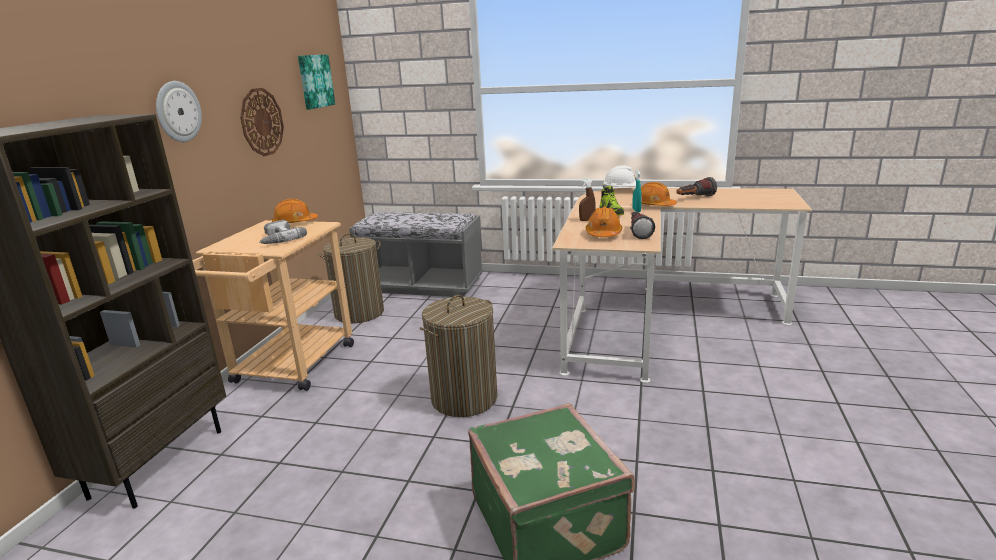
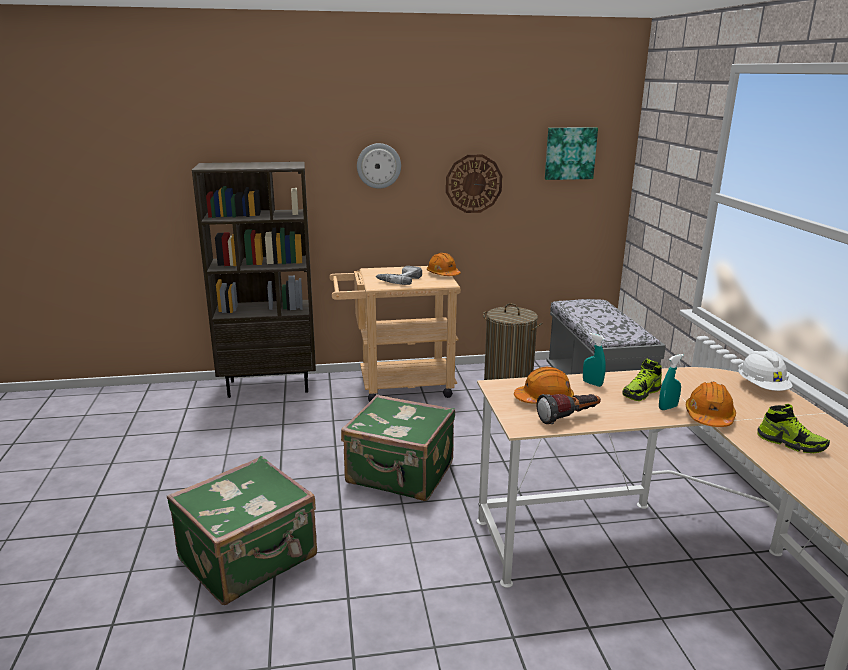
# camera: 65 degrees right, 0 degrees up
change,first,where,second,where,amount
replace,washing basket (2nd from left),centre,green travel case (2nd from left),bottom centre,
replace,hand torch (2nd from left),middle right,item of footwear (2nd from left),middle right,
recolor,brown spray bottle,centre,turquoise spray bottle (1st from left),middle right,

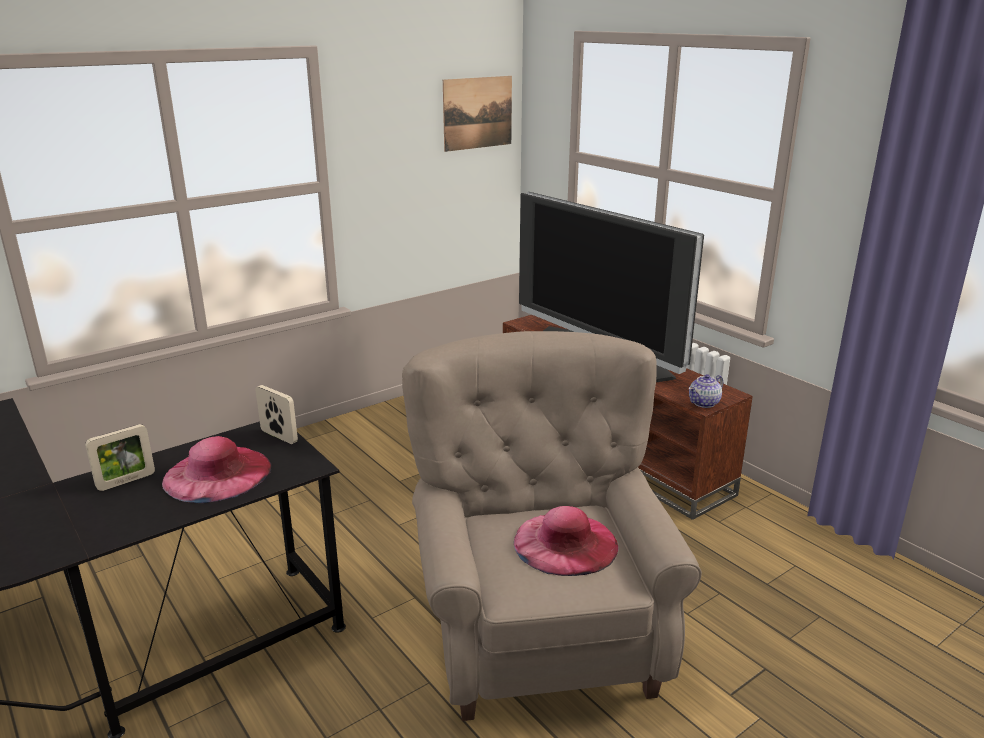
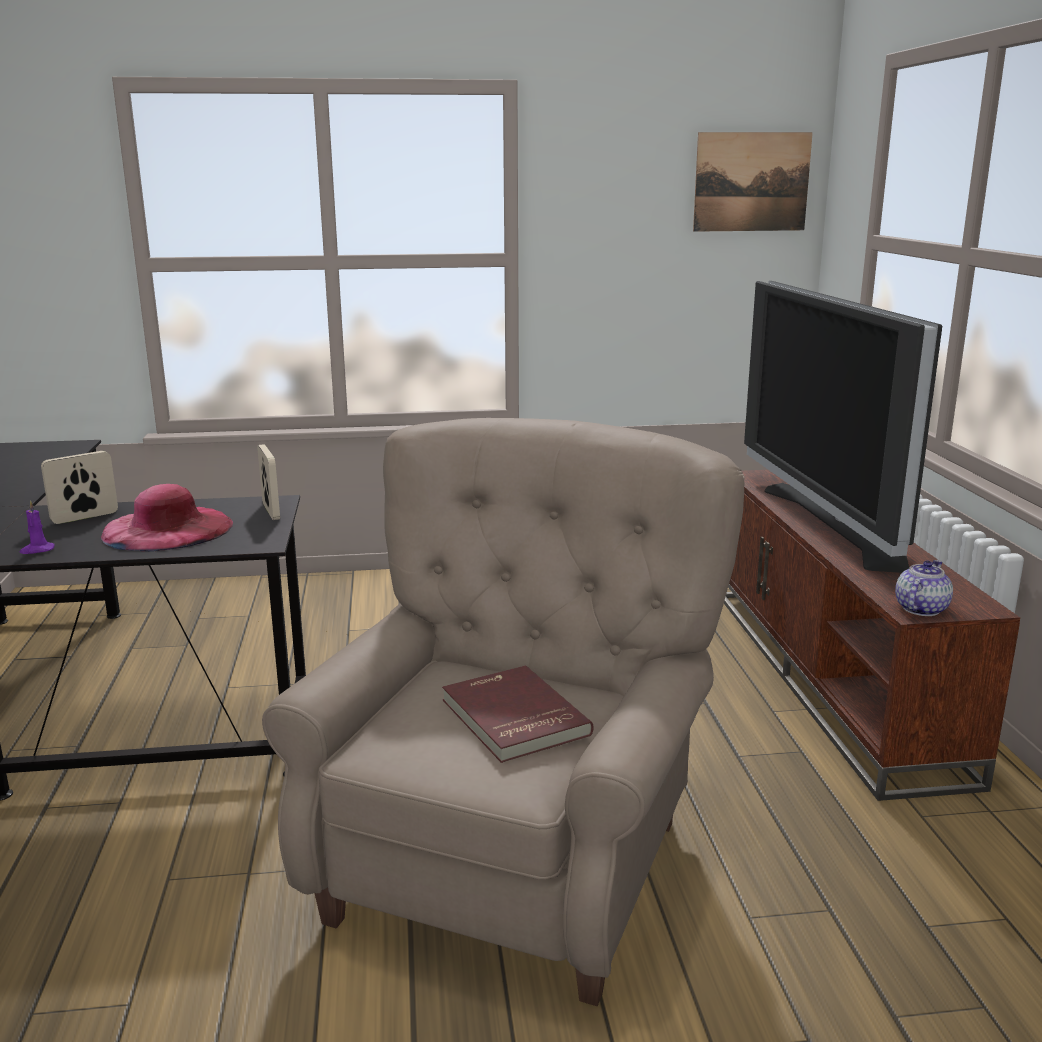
# camera: 30 degrees right, 5 degrees down
change,first,where,second,where,amount
insert,,,purple-coloured wax candle,middle left,
replace,pink wearable hat (2nd from left),bottom centre,reddish book,bottom centre,
rotate,photo frame (1st from left),middle left,,middle left,150 degrees clockwise
rotate,pot for tea,middle right,,middle right,135 degrees clockwise

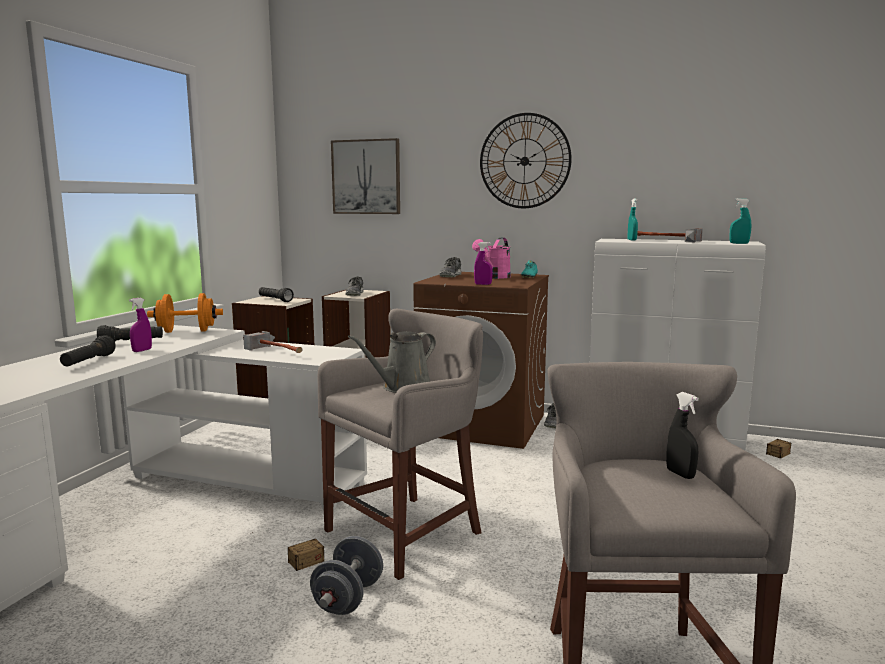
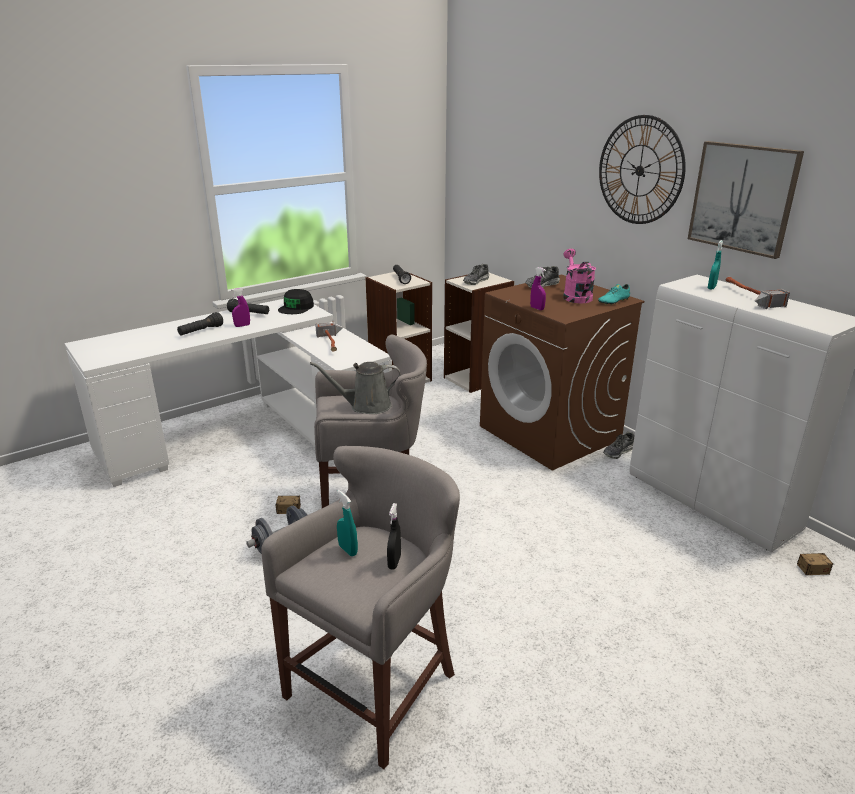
# camera: 35 degrees right, 15 degrees up
change,first,where,second,where,amount
move,wall art,top centre,,top right,
move,turquoise spray bottle (2nd from left in the first image),top right,turquoise spray bottle (1st from left),centre,
replace,orange dumbbell,middle left,blackish baseball cap,centre,
rotate,pink watering pot,centre,,middle right,105 degrees clockwise

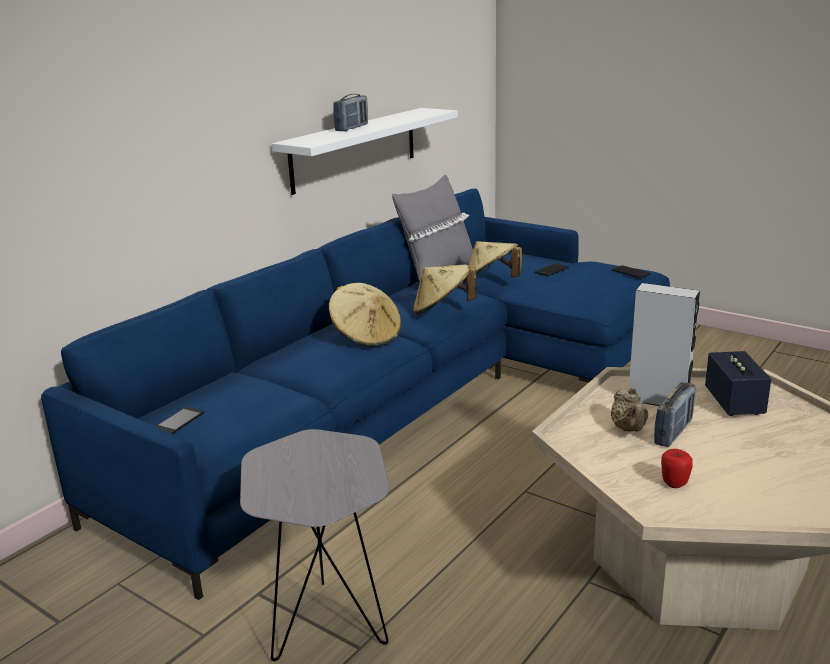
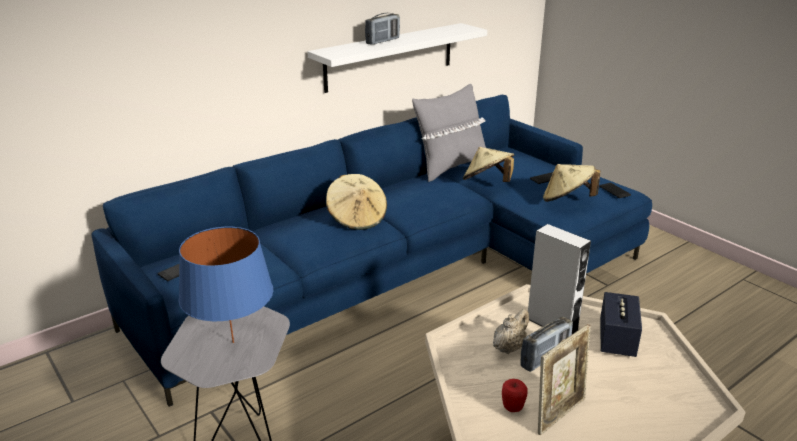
# camera: 15 degrees right, 5 degrees up
change,first,where,second,where,amount
insert,,,blue-coloured lamp for a table,middle left,
insert,,,photo frame,bottom right,
move,beige wearable hat (2nd from left in the first image),centre,beige wearable hat (3rd from left),middle right,
rotate,beige pot for tea,middle right,,bottom centre,150 degrees counterclockwise

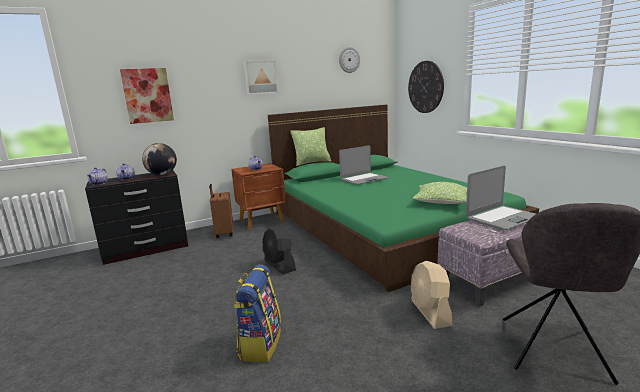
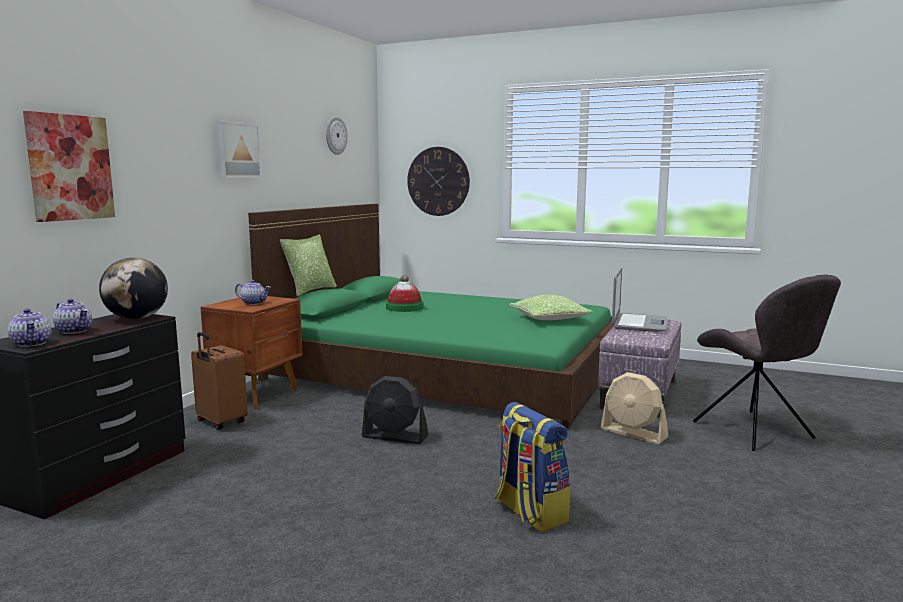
# camera: 40 degrees left, 5 degrees down
change,first,where,second,where,amount
replace,laptop (1st from left),centre,wearable hat,centre,

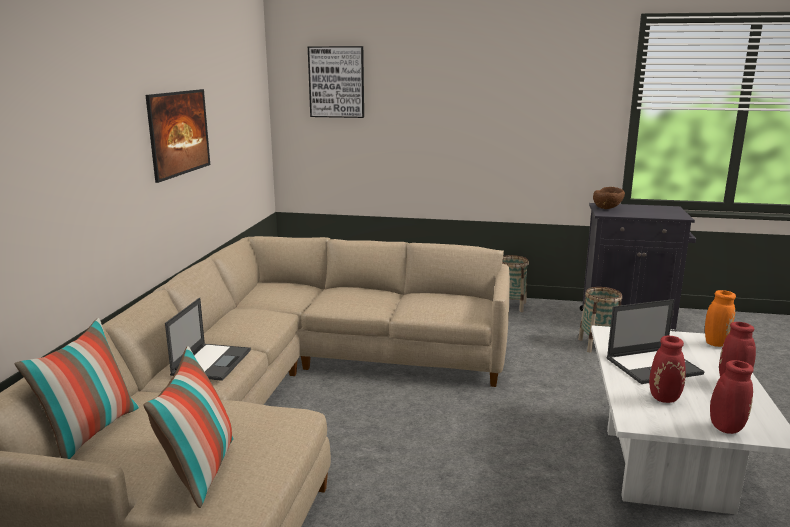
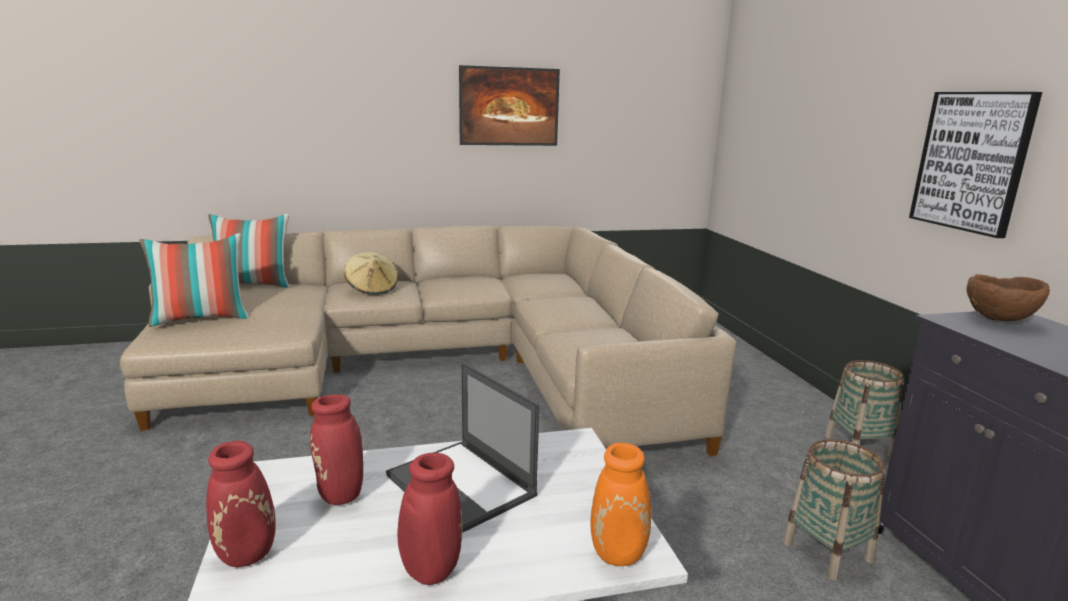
# camera: 65 degrees right, 0 degrees up
change,first,where,second,where,amount
move,wall art (2nd from left),top centre,,top right,
replace,laptop (1st from left),middle left,beige wearable hat,centre,

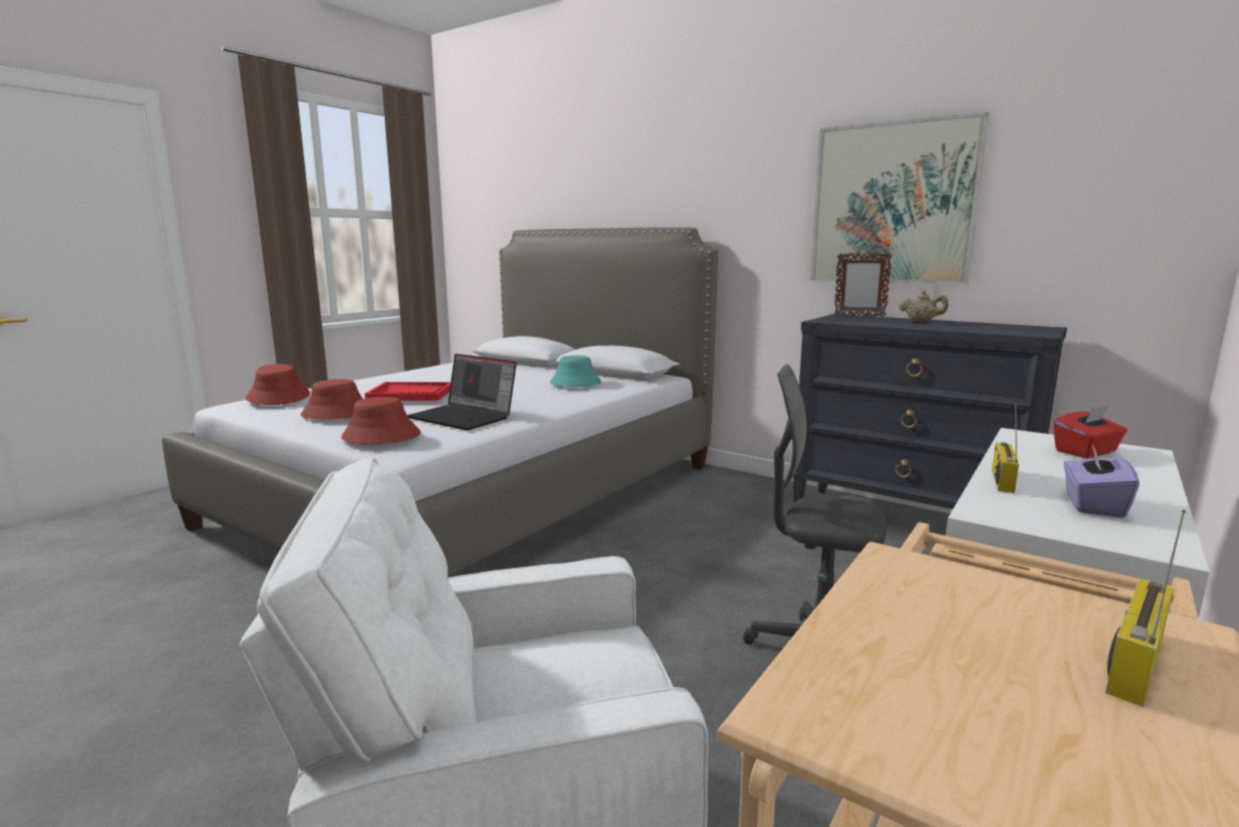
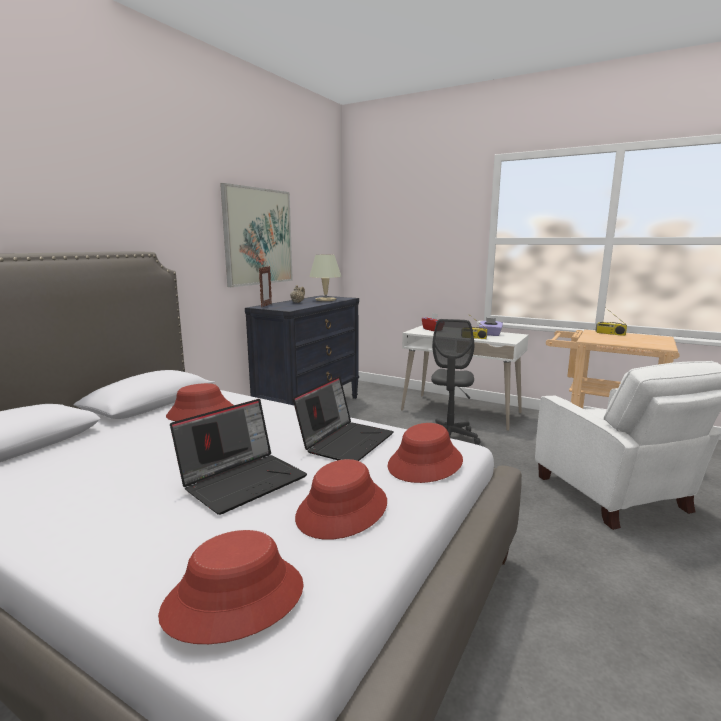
# camera: 95 degrees left, 0 degrees up
change,first,where,second,where,amount
insert,,,beige lamp for a table,centre,
replace,reddish carrying tray,middle left,laptop (1st from left),middle left,
recolor,turquoise wearable hat,centre,reddish wearable hat (1st from left),middle left,

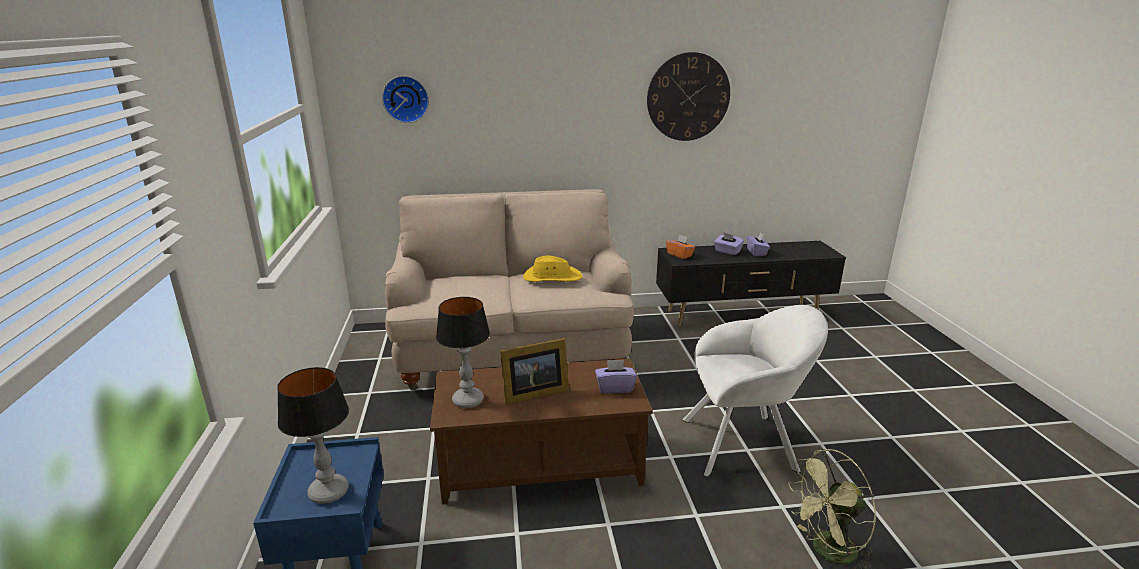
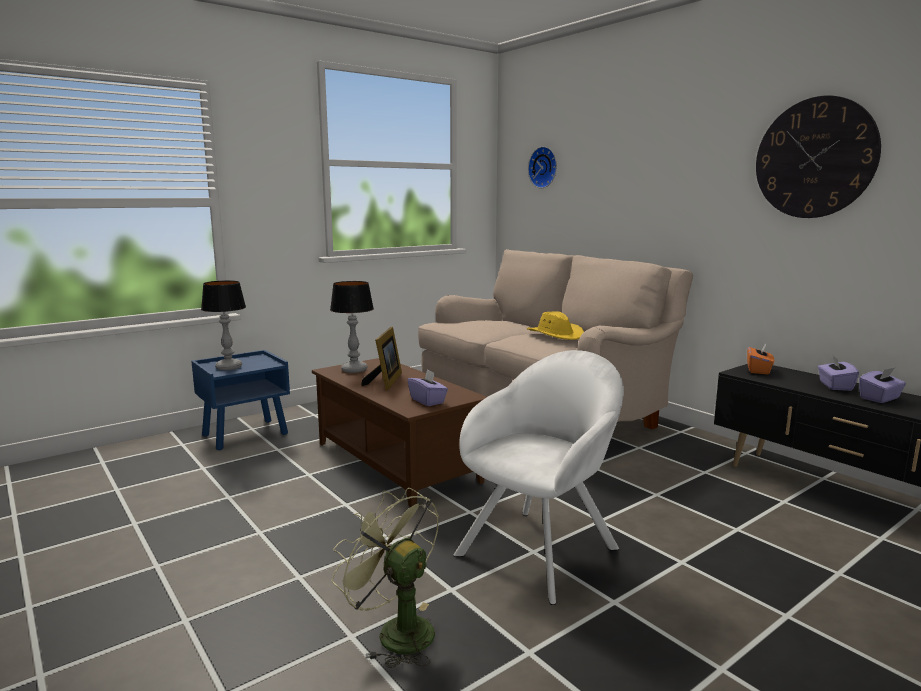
# camera: 60 degrees right, 10 degrees down
change,first,where,second,where,amount
rotate,photo frame,centre,,centre,120 degrees counterclockwise
rotate,whitish armchair,bottom centre,,bottom centre,105 degrees counterclockwise

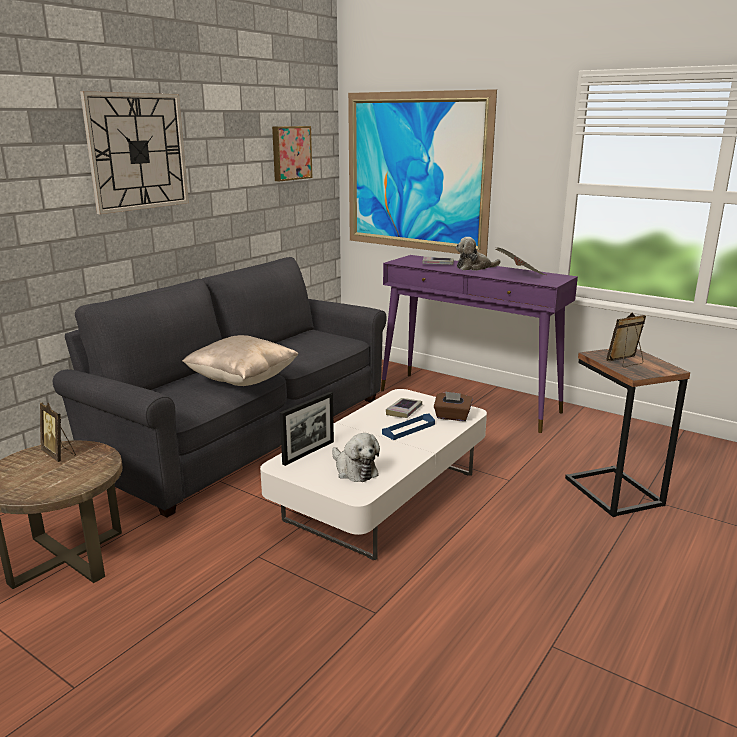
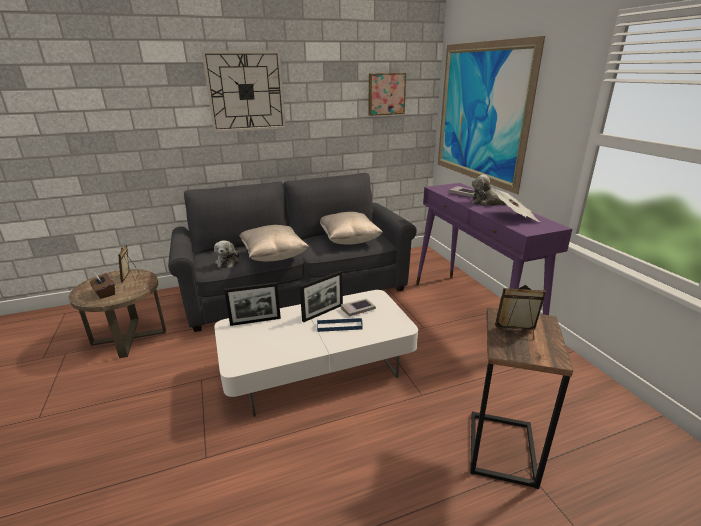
# camera: 35 degrees right, 5 degrees up
change,first,where,second,where,amount
insert,,,photo frame (3rd from left),centre,
insert,,,beige cushion (2nd from left),centre,
move,soft toy (1st from left),centre,,middle left,
move,brown tissue box,centre,,middle left,

